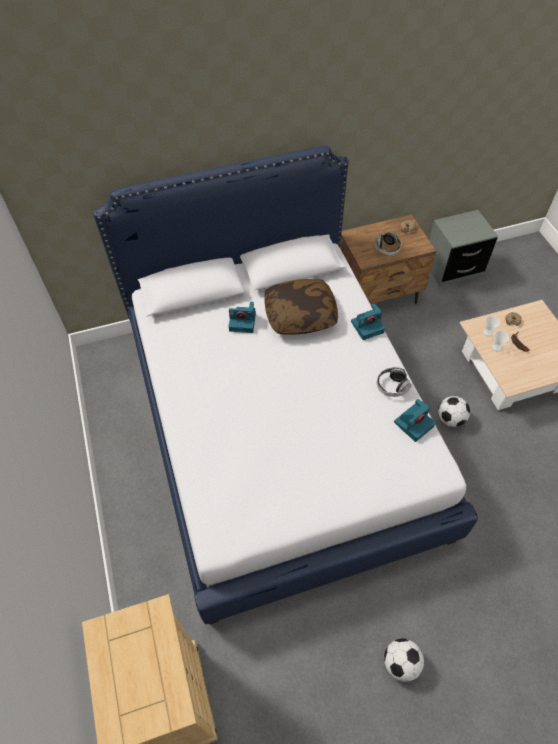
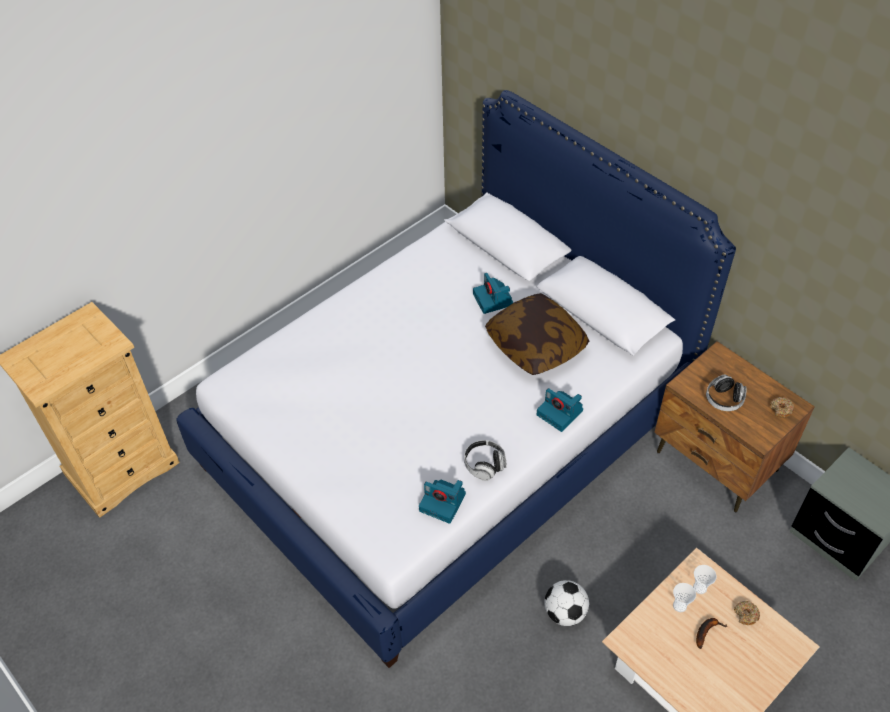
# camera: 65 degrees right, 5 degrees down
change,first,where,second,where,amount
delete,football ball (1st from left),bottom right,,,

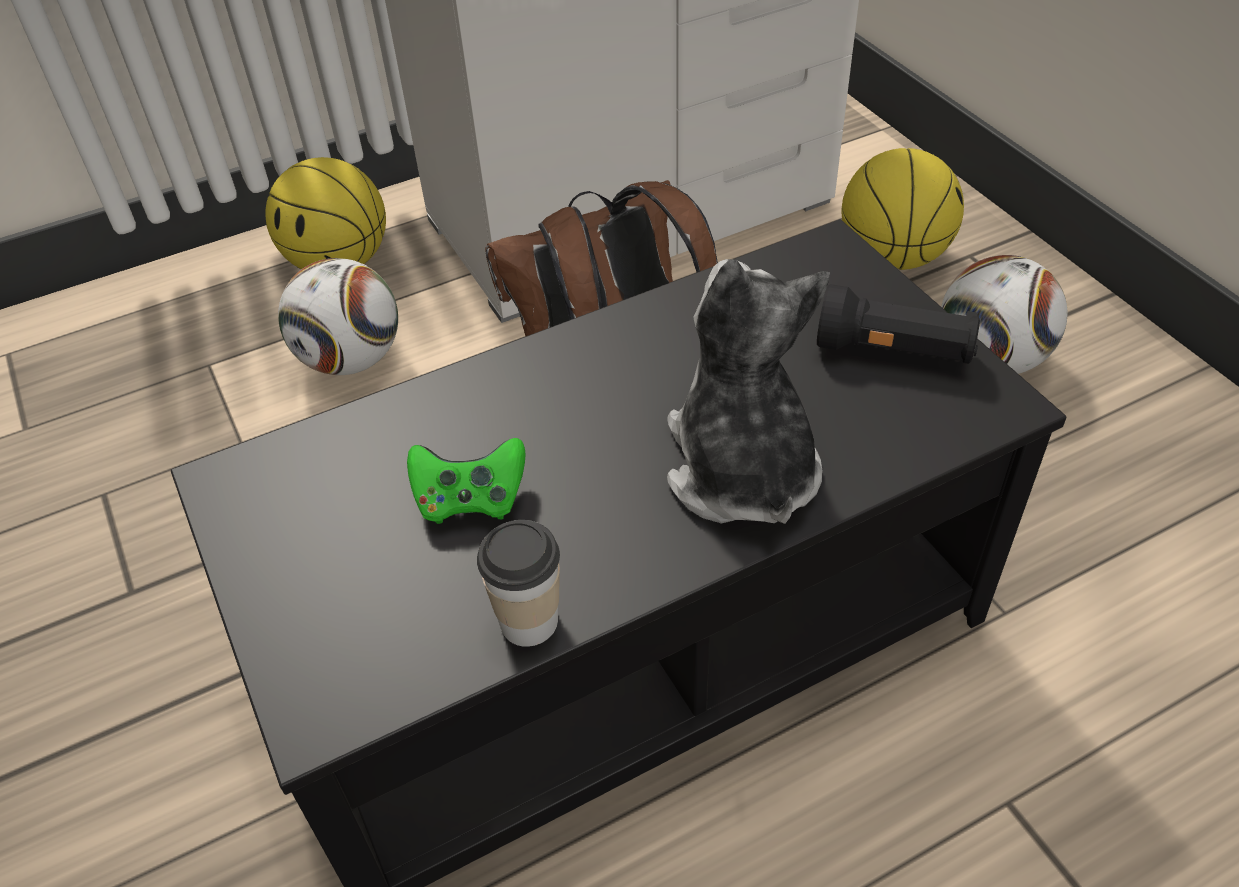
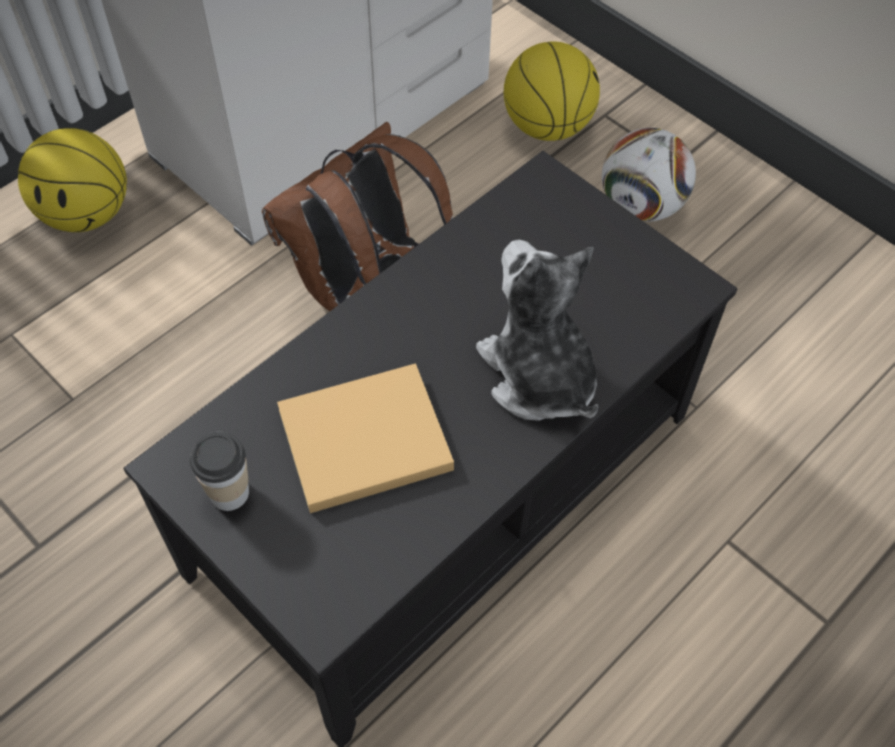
# camera: 20 degrees left, 10 degrees up
change,first,where,second,where,amount
delete,football ball (1st from left),middle left,,,
delete,blackish hand torch,middle right,,,
move,small cup,centre,,middle left,
replace,green gamepad,centre,beige book,centre,

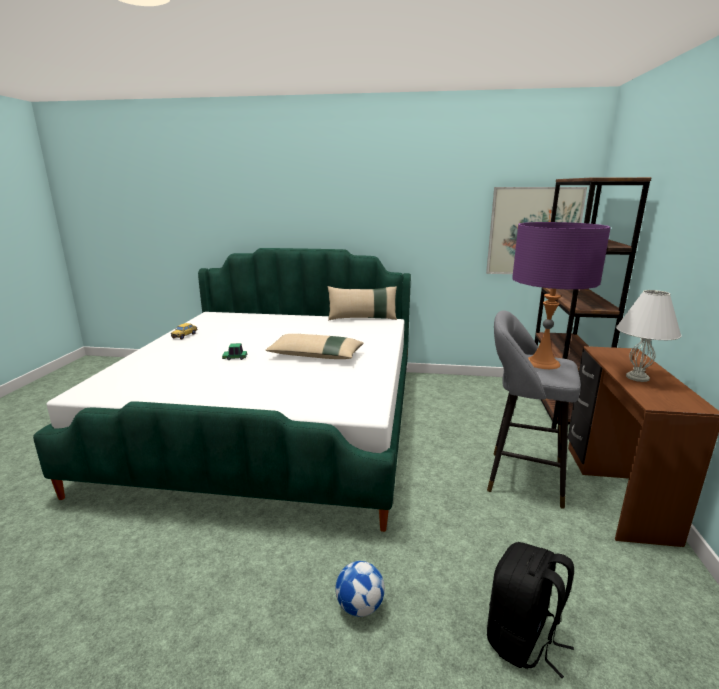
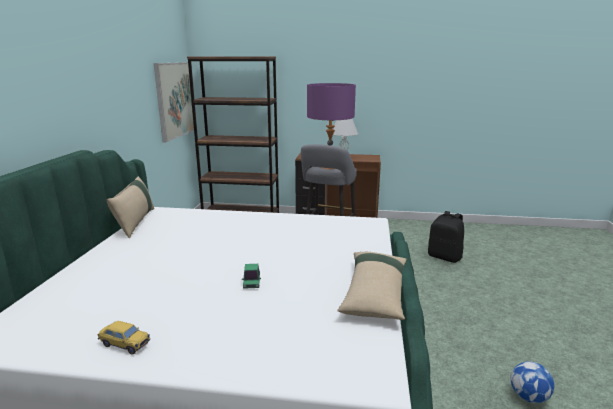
# camera: 90 degrees left, 0 degrees up
change,first,where,second,where,amount
move,beige cushion (1st from left in the first image),centre,beige cushion (2nd from left),bottom centre,
move,football ball,bottom centre,,bottom right,

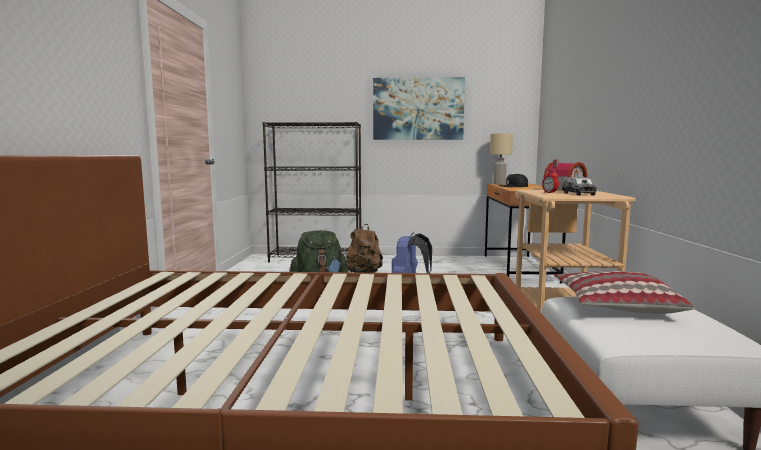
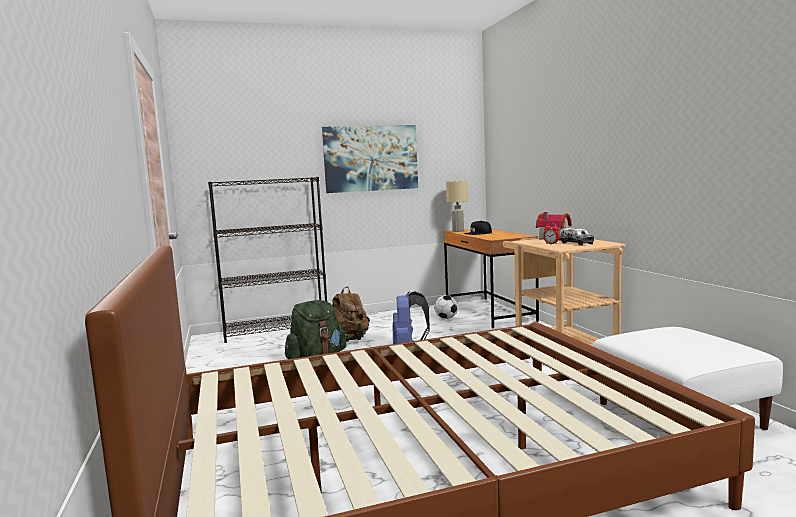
# camera: 20 degrees left, 0 degrees up
change,first,where,second,where,amount
delete,cushion,middle right,,,
insert,,,football ball,centre,

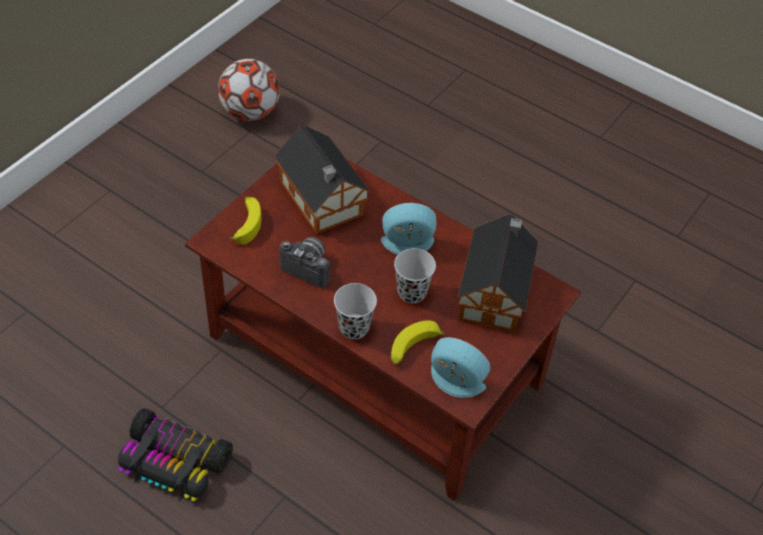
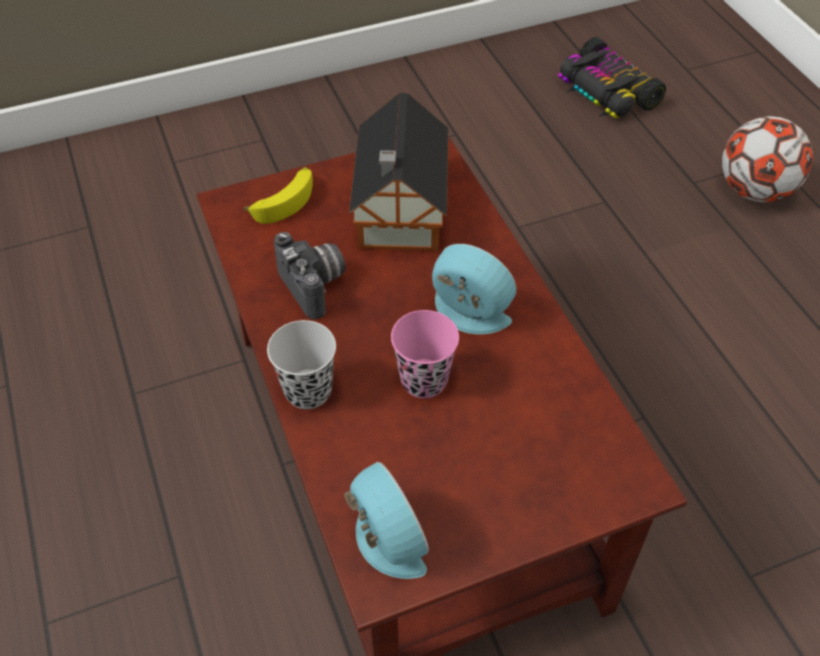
# camera: 35 degrees right, 0 degrees up
change,first,where,second,where,amount
delete,banana (2nd from left),centre,,,
delete,toy house (2nd from left),centre,,,
move,model car,bottom left,,top right,
move,football ball,top left,,top right,
recolor,blackish small cup (2nd from left),centre,pink small cup,centre,

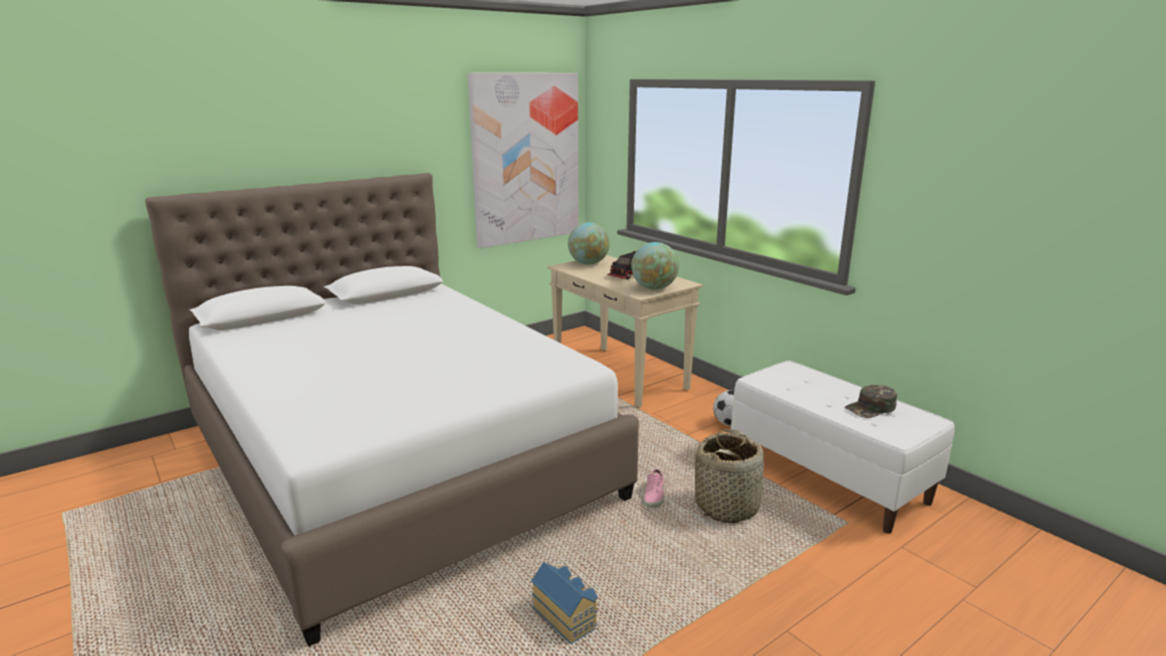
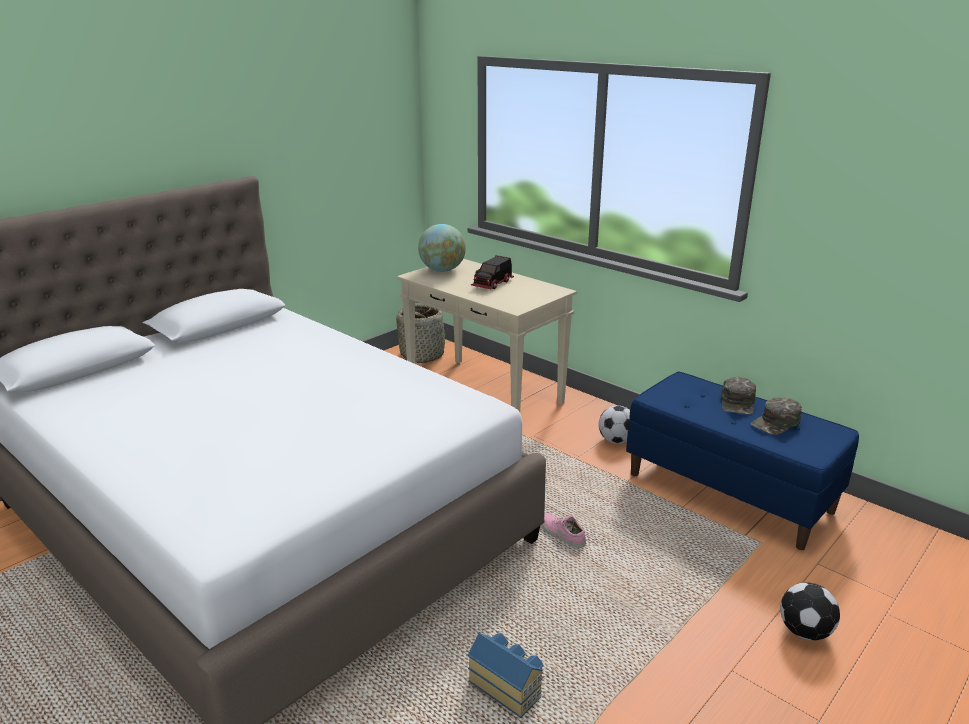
# camera: 10 degrees left, 5 degrees up
change,first,where,second,where,amount
delete,wall art,top centre,,,
delete,world globe (2nd from left),centre,,,
insert,,,green baseball cap (1st from left),middle right,
insert,,,football ball (2nd from left),bottom right,
move,basket,bottom centre,,centre,
recolor,whitish long seat,bottom right,blue-coloured long seat,middle right,
rotate,pink item of footwear,bottom centre,,bottom centre,135 degrees clockwise

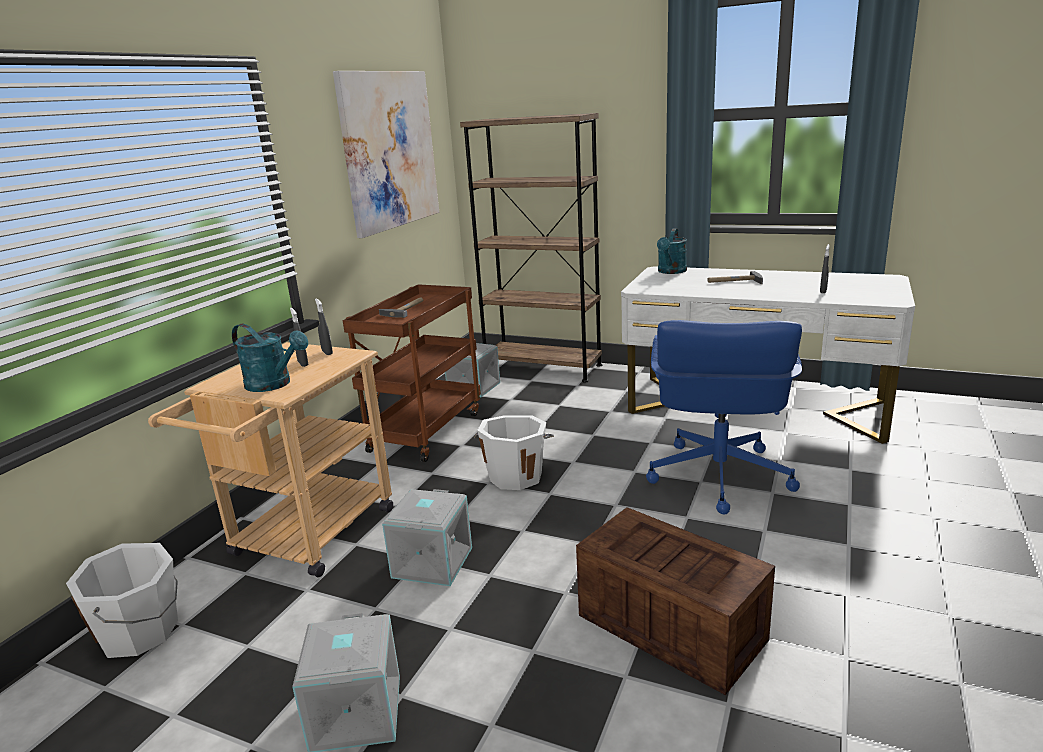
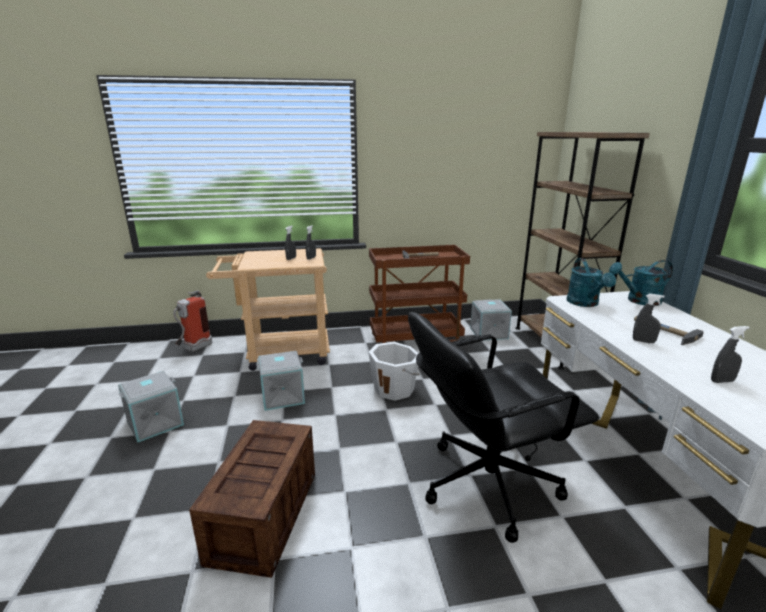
# camera: 55 degrees right, 0 degrees up
change,first,where,second,where,amount
delete,wall art,top centre,,,
insert,,,greyish spray bottle (3rd from left),middle right,
move,turquoise watering pot (1st from left),middle left,,middle right,
replace,whitish water bucket (1st from left),bottom left,fire-fighting cylinder,middle left,
recolor,blue-coloured desk chair,middle right,blackish desk chair,bottom centre,

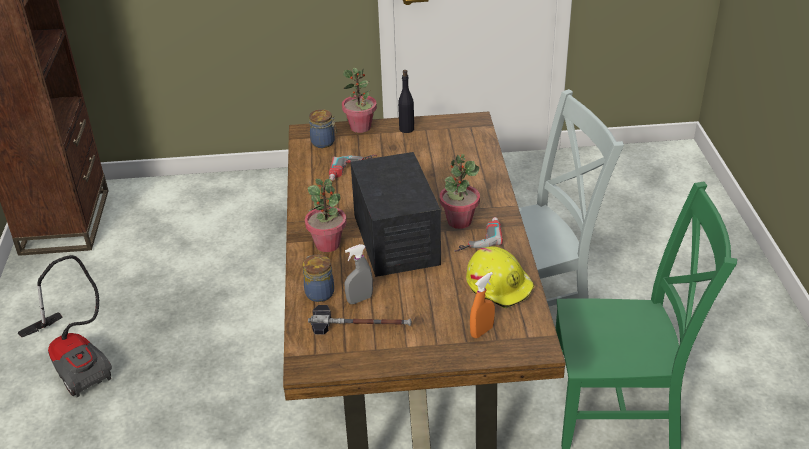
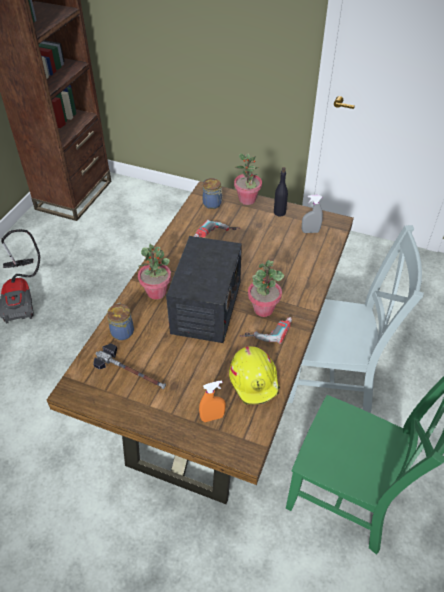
# camera: 25 degrees right, 10 degrees up
change,first,where,second,where,amount
move,greyish spray bottle,centre,,middle right,

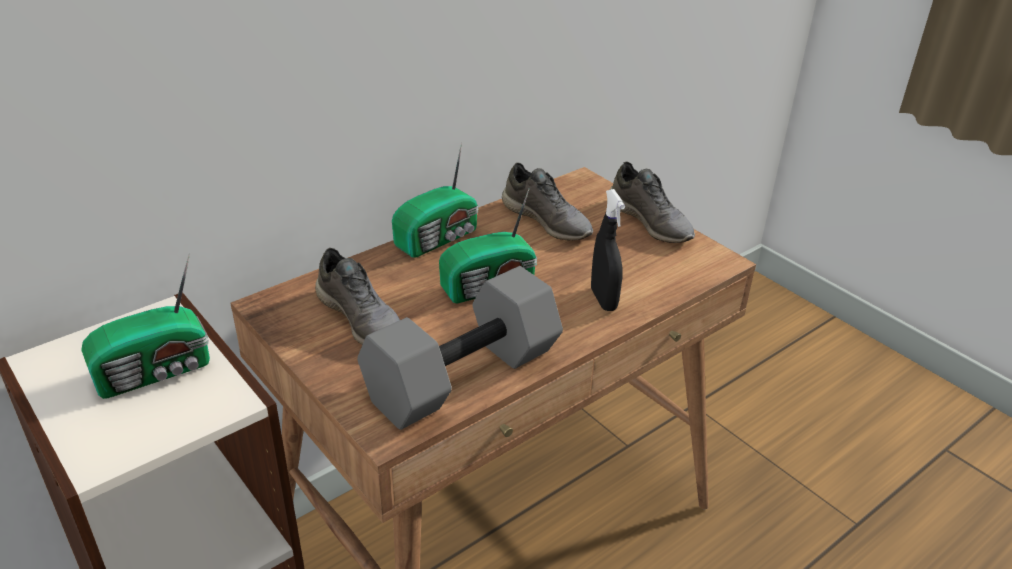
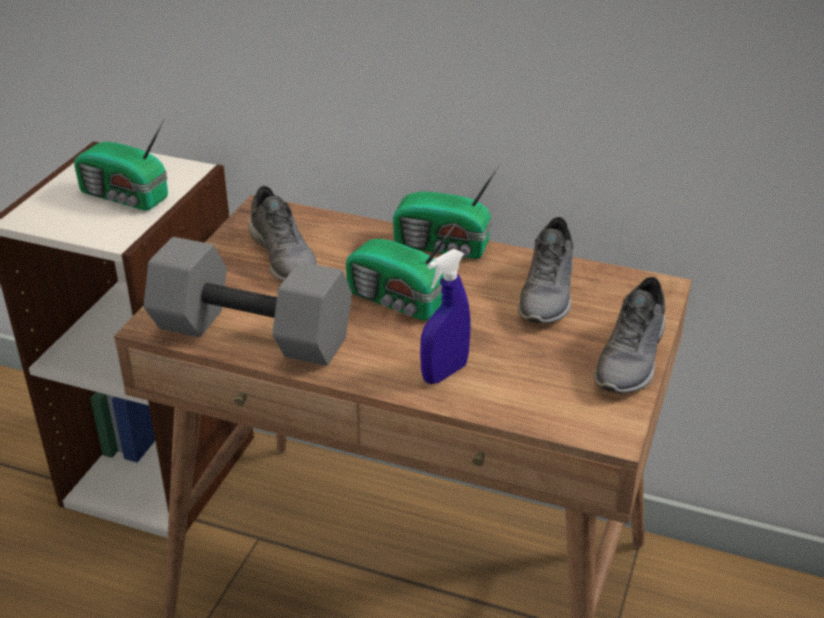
# camera: 60 degrees right, 0 degrees up
change,first,where,second,where,amount
recolor,blackish spray bottle,centre,blue-coloured spray bottle,centre,
rotate,greyish item of footwear (1st from left),centre,,centre,45 degrees counterclockwise

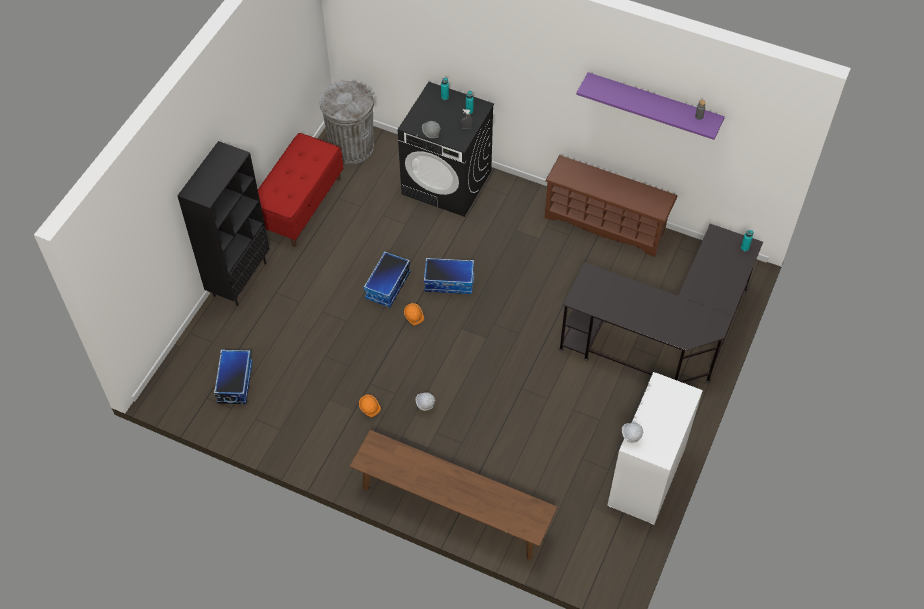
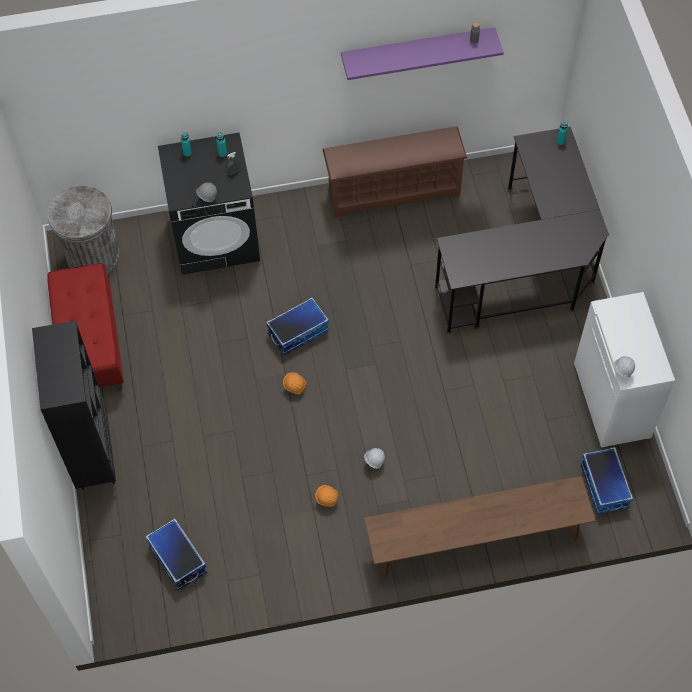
# camera: 35 degrees left, 5 degrees up
change,first,where,second,where,amount
move,storage bin (2nd from left in the first image),centre,storage bin (3rd from left),bottom right,

